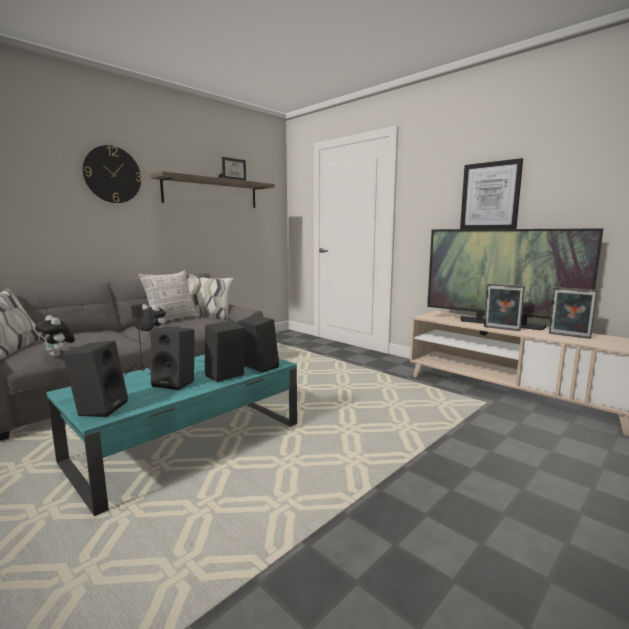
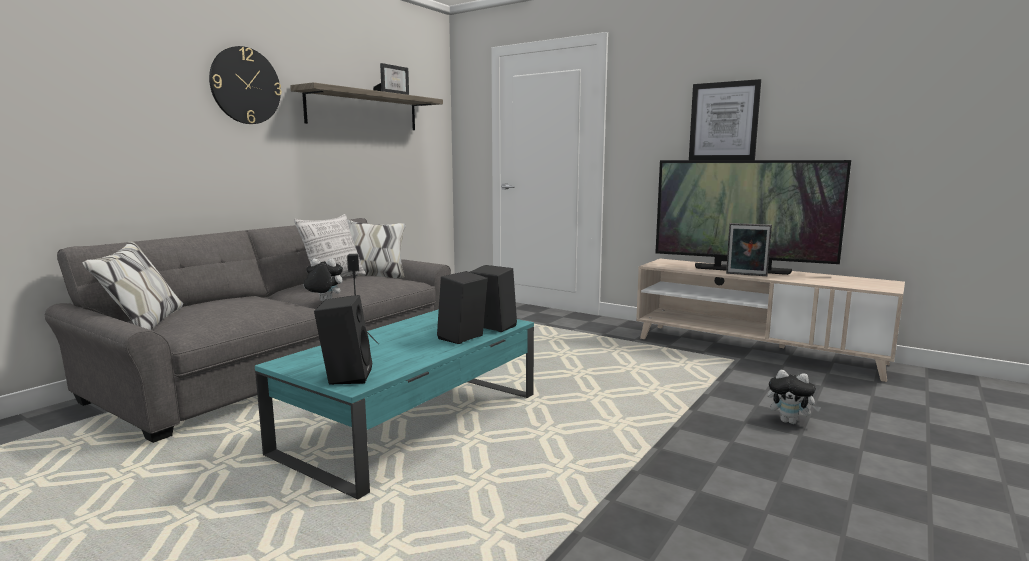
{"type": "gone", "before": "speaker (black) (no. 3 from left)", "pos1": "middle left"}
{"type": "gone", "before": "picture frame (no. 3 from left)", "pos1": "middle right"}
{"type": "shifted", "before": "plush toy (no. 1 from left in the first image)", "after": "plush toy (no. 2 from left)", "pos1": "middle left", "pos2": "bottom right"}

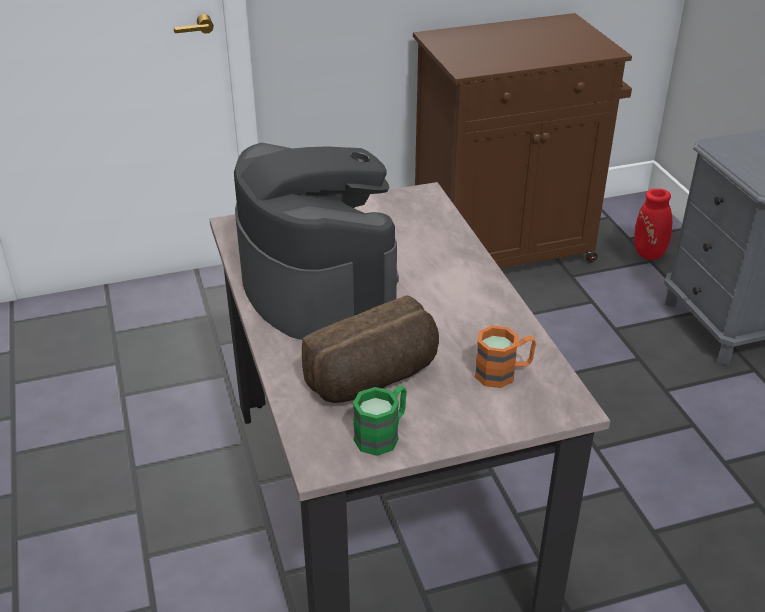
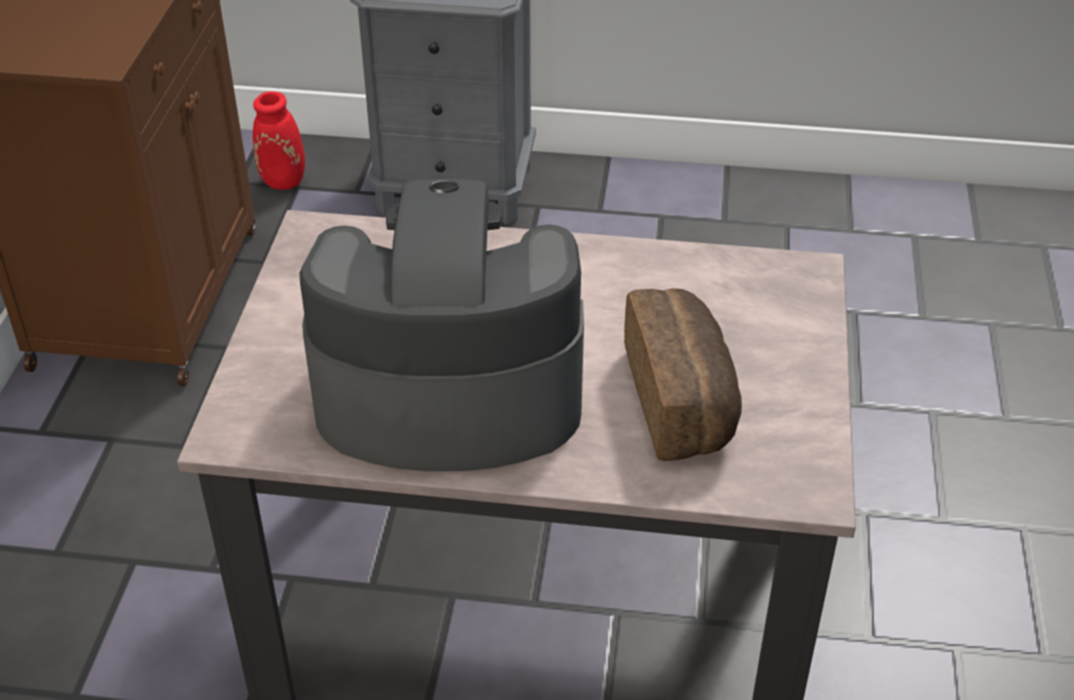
{"type": "gone", "before": "mug (green)", "pos1": "bottom centre"}
{"type": "gone", "before": "mug (orange)", "pos1": "centre"}

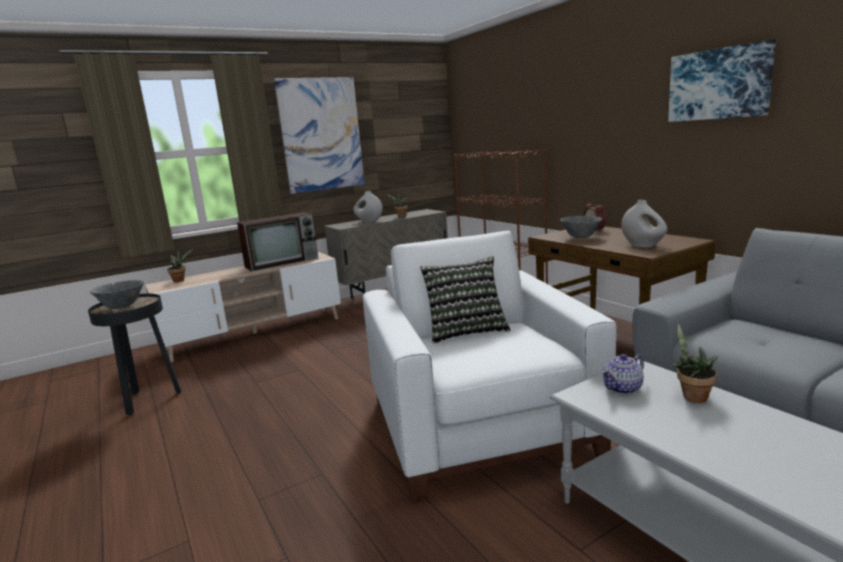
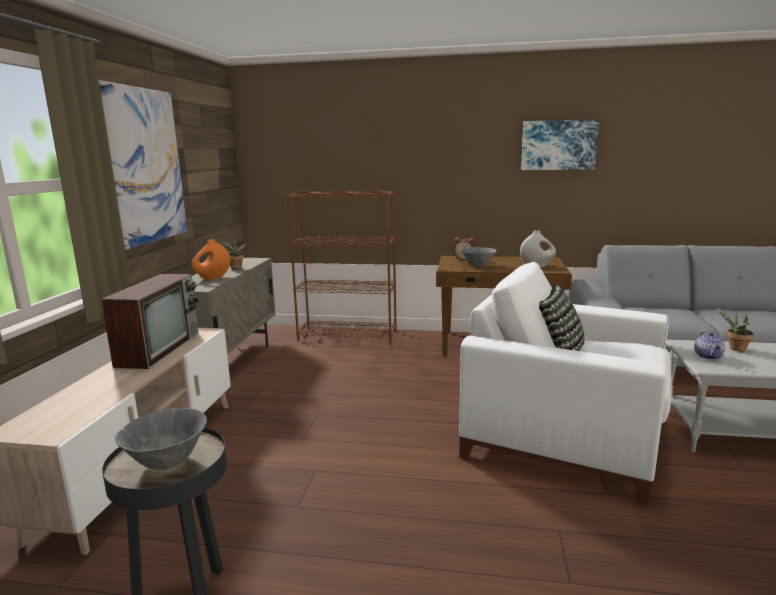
{"type": "gone", "before": "potted plant (no. 1 from left)", "pos1": "middle left"}
{"type": "repainted", "before": "vase (white) (no. 1 from left)", "after": "vase (orange)", "pos1": "centre", "pos2": "middle left"}

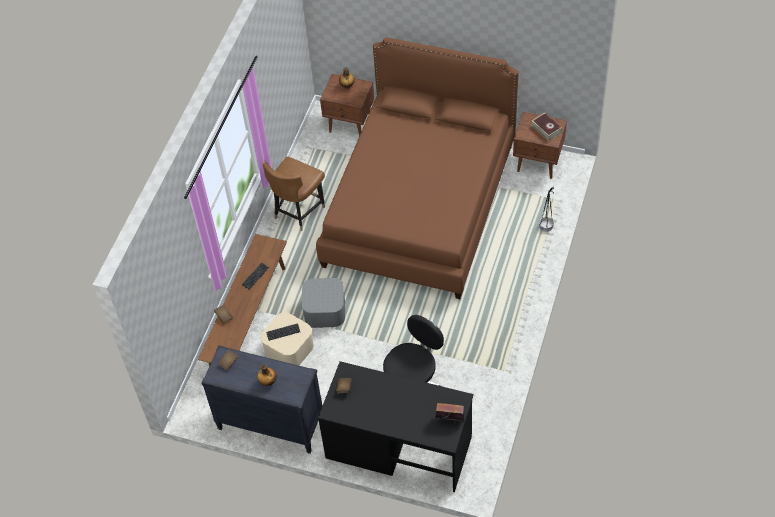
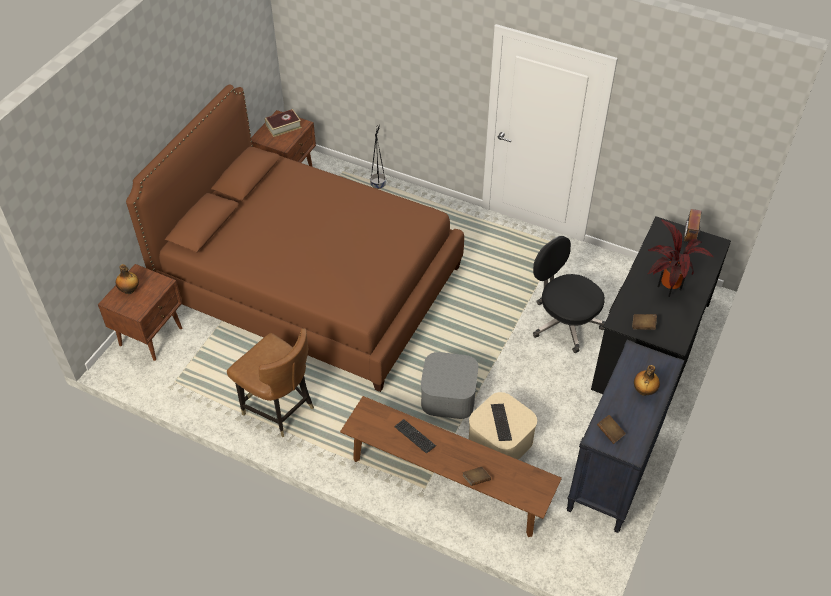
{"type": "new", "after": "potted plant", "pos2": "middle right"}

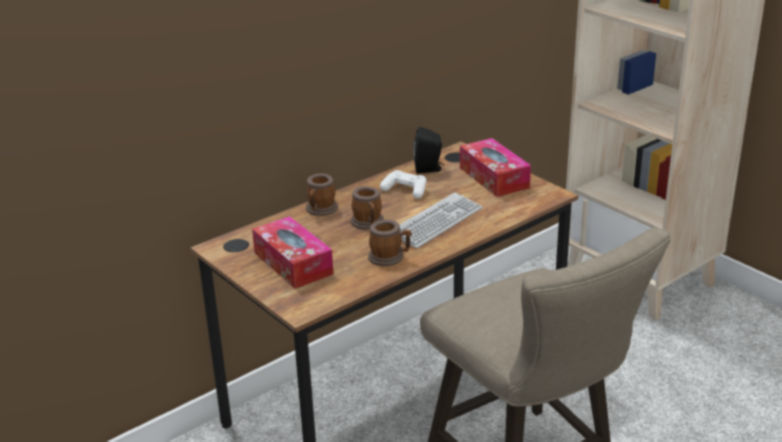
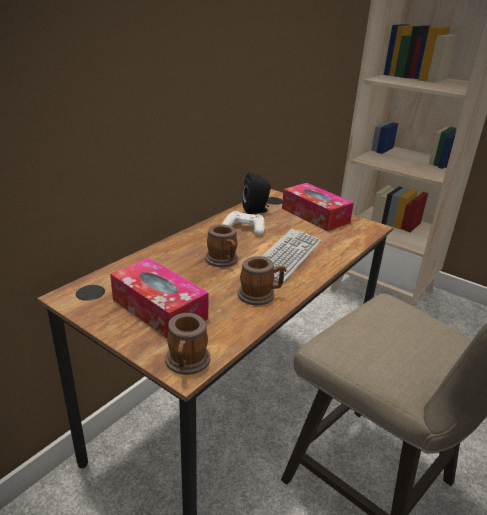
{"type": "shifted", "before": "mug (no. 1 from left)", "pos1": "centre", "pos2": "bottom centre"}

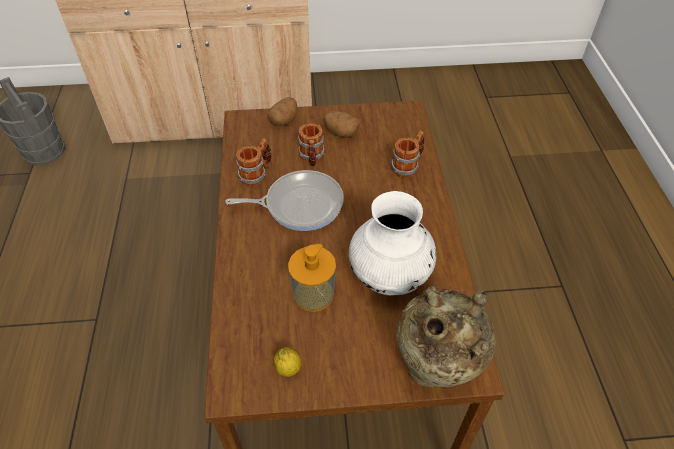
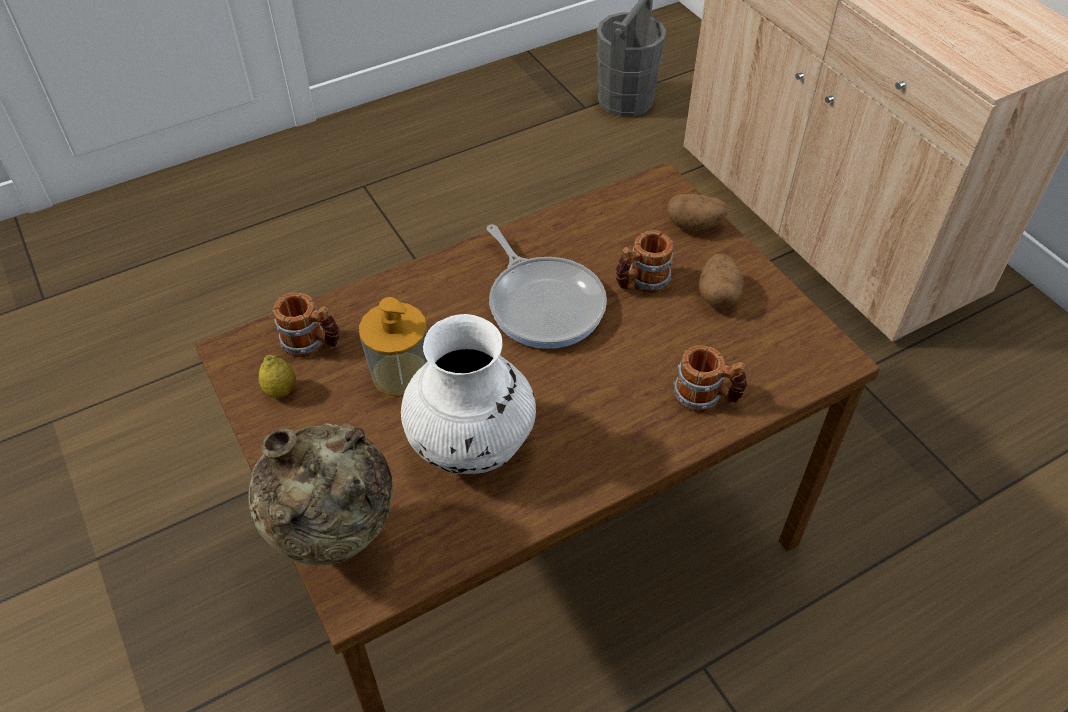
{"type": "shifted", "before": "mug (no. 1 from left)", "pos1": "centre", "pos2": "middle left"}

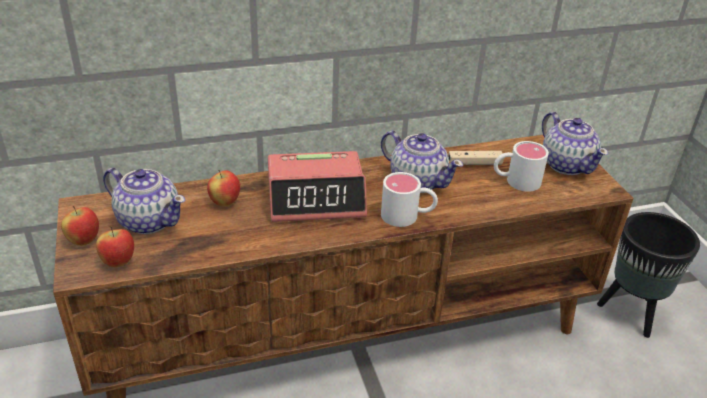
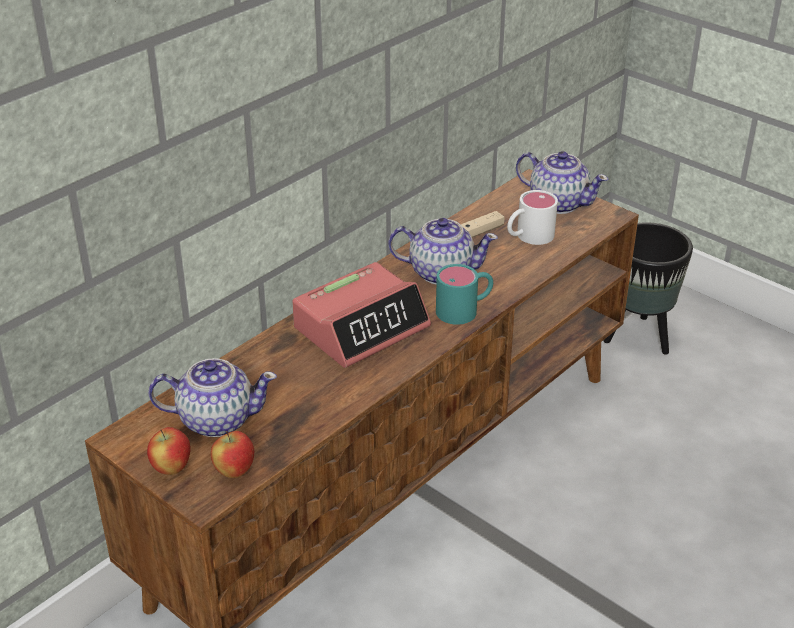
{"type": "gone", "before": "apple (no. 3 from left)", "pos1": "middle left"}
{"type": "repainted", "before": "mug (white) (no. 1 from left)", "after": "mug (turquoise)", "pos1": "centre", "pos2": "centre"}

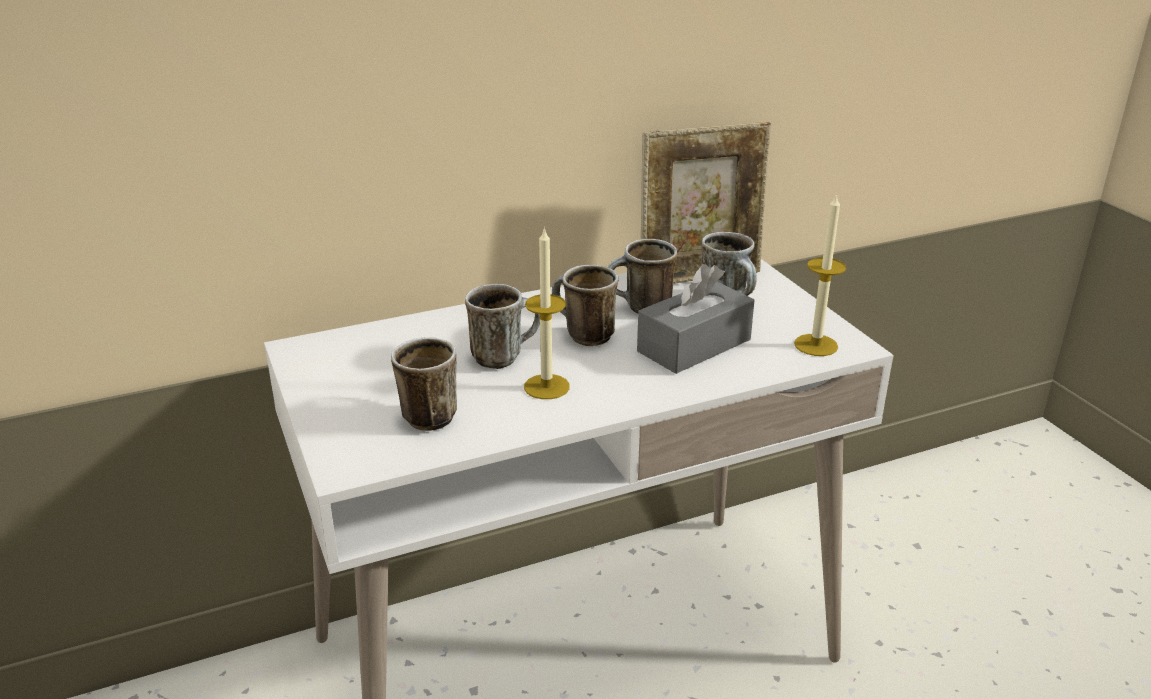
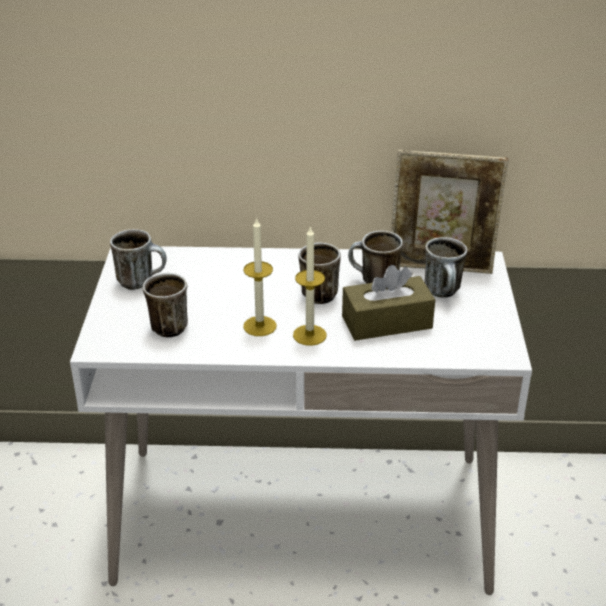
{"type": "shifted", "before": "mug (no. 2 from left in the first image)", "after": "mug (no. 1 from left)", "pos1": "centre", "pos2": "middle left"}
{"type": "shifted", "before": "candle (no. 2 from left)", "pos1": "middle right", "pos2": "centre"}
{"type": "repainted", "before": "tissue box (grey)", "after": "tissue box (brown)", "pos1": "centre", "pos2": "centre"}

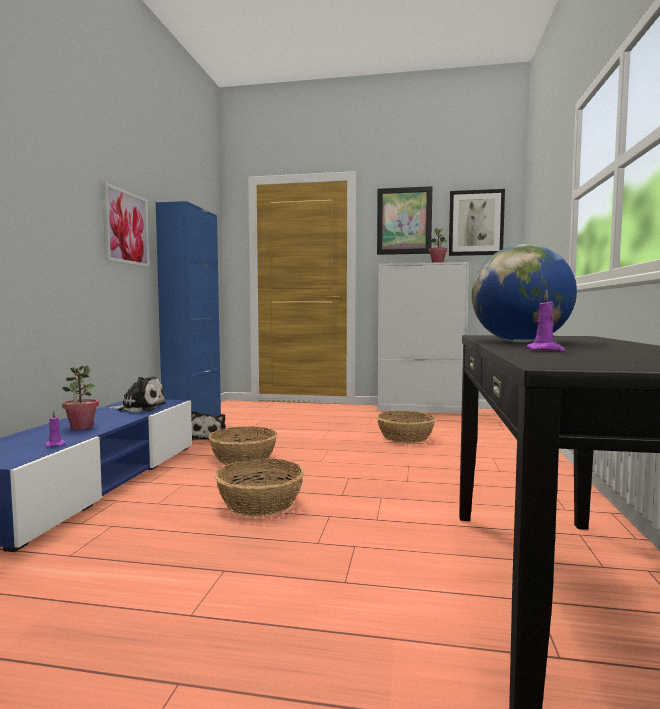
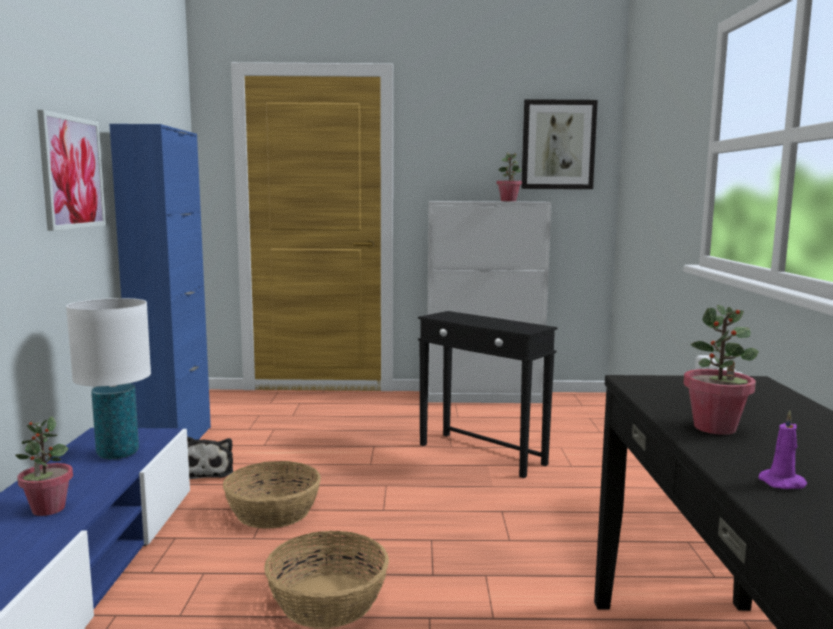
{"type": "gone", "before": "candle (purple) (no. 1 from left)", "pos1": "middle left"}
{"type": "gone", "before": "picture (no. 2 from left)", "pos1": "top centre"}
{"type": "swapped", "before": "plush toy (no. 1 from left)", "after": "table lamp (white)", "pos1": "middle left", "pos2": "middle left"}
{"type": "swapped", "before": "basket (no. 3 from left)", "after": "side table (black)", "pos1": "centre", "pos2": "centre"}
{"type": "swapped", "before": "globe", "after": "potted plant (no. 3 from left)", "pos1": "middle right", "pos2": "middle right"}

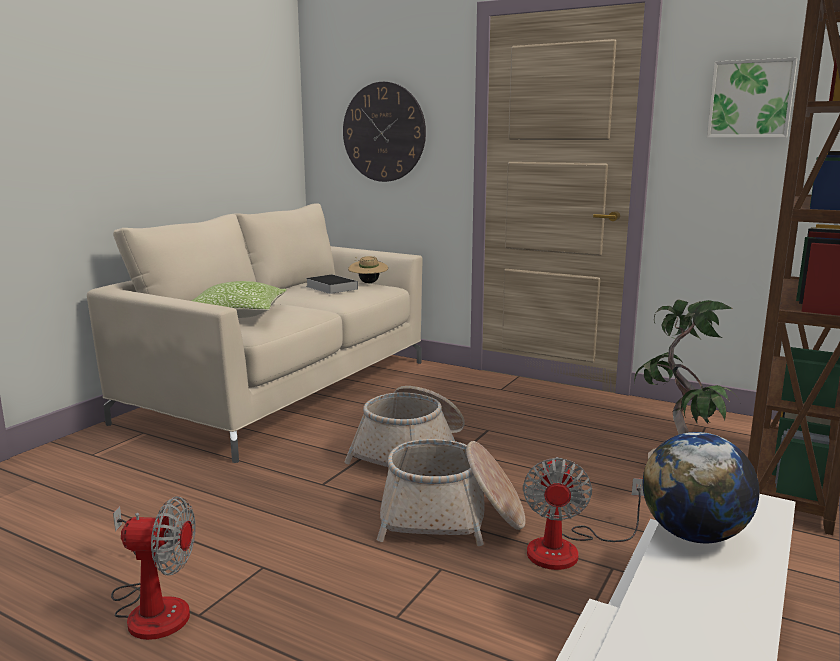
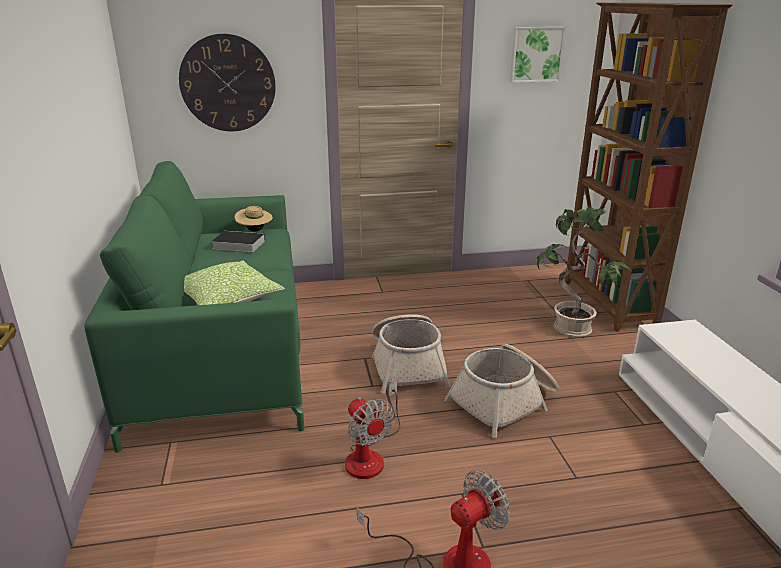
{"type": "gone", "before": "globe", "pos1": "bottom right"}
{"type": "shifted", "before": "fan (no. 2 from left in the first image)", "after": "fan (no. 1 from left)", "pos1": "bottom right", "pos2": "bottom centre"}
{"type": "repainted", "before": "sofa (beige)", "after": "sofa (green)", "pos1": "middle left", "pos2": "middle left"}

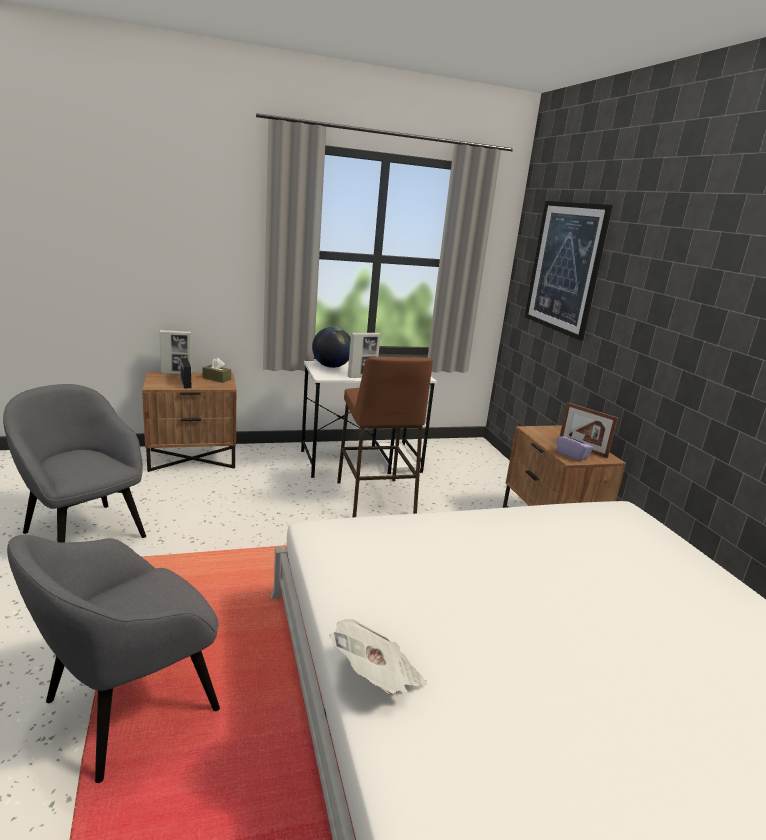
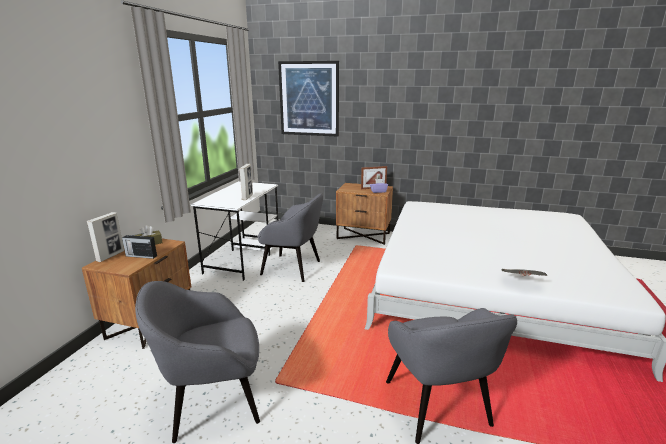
{"type": "gone", "before": "globe", "pos1": "centre"}
{"type": "swapped", "before": "stool (brown)", "after": "armchair (grey) (no. 2 from left)", "pos1": "centre", "pos2": "centre"}

